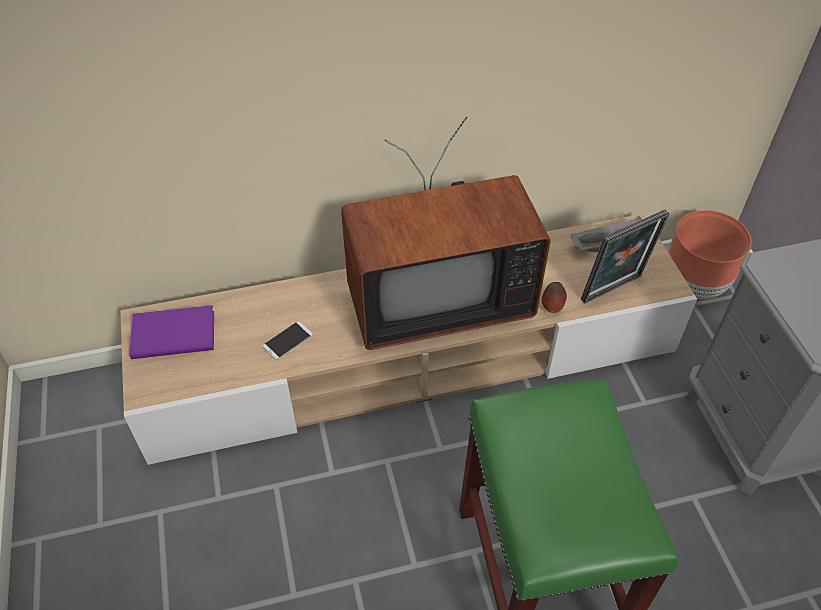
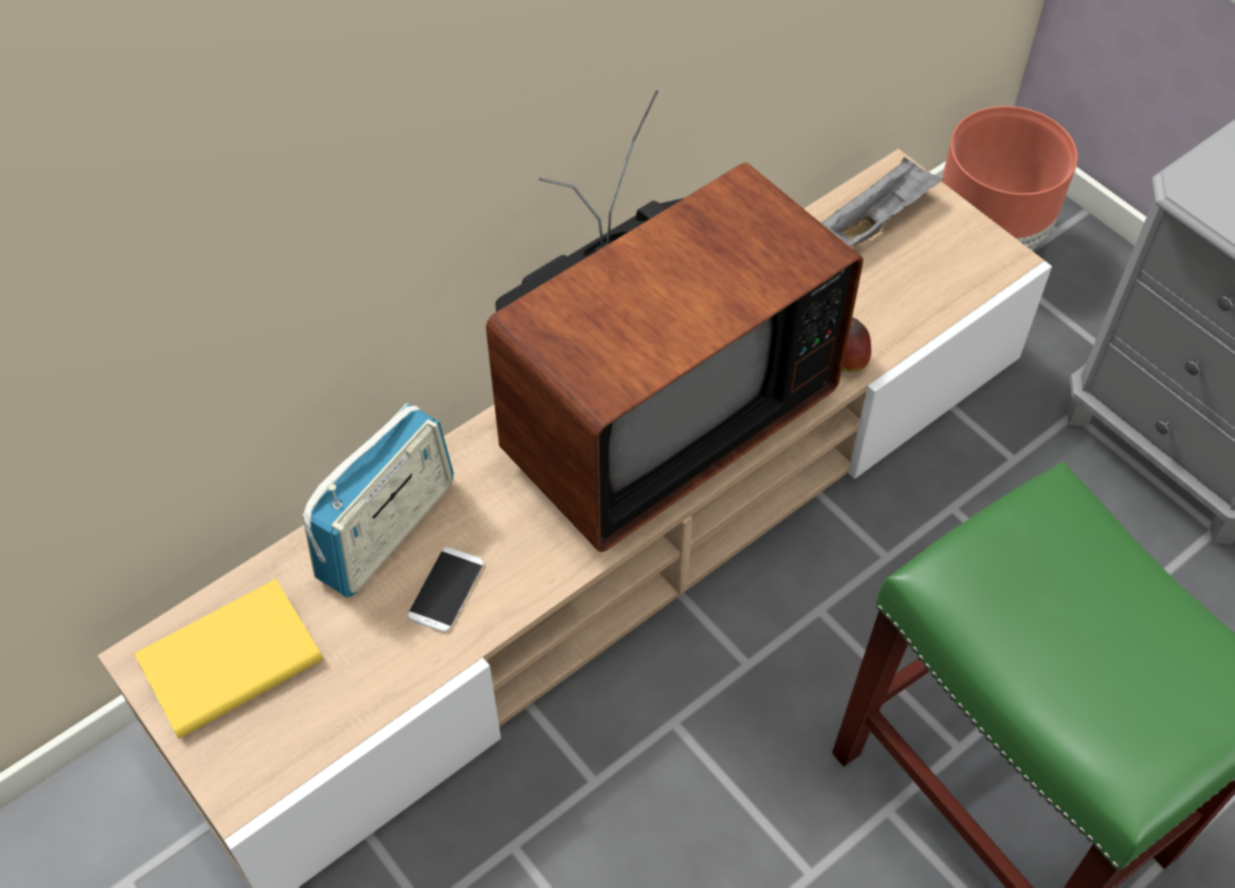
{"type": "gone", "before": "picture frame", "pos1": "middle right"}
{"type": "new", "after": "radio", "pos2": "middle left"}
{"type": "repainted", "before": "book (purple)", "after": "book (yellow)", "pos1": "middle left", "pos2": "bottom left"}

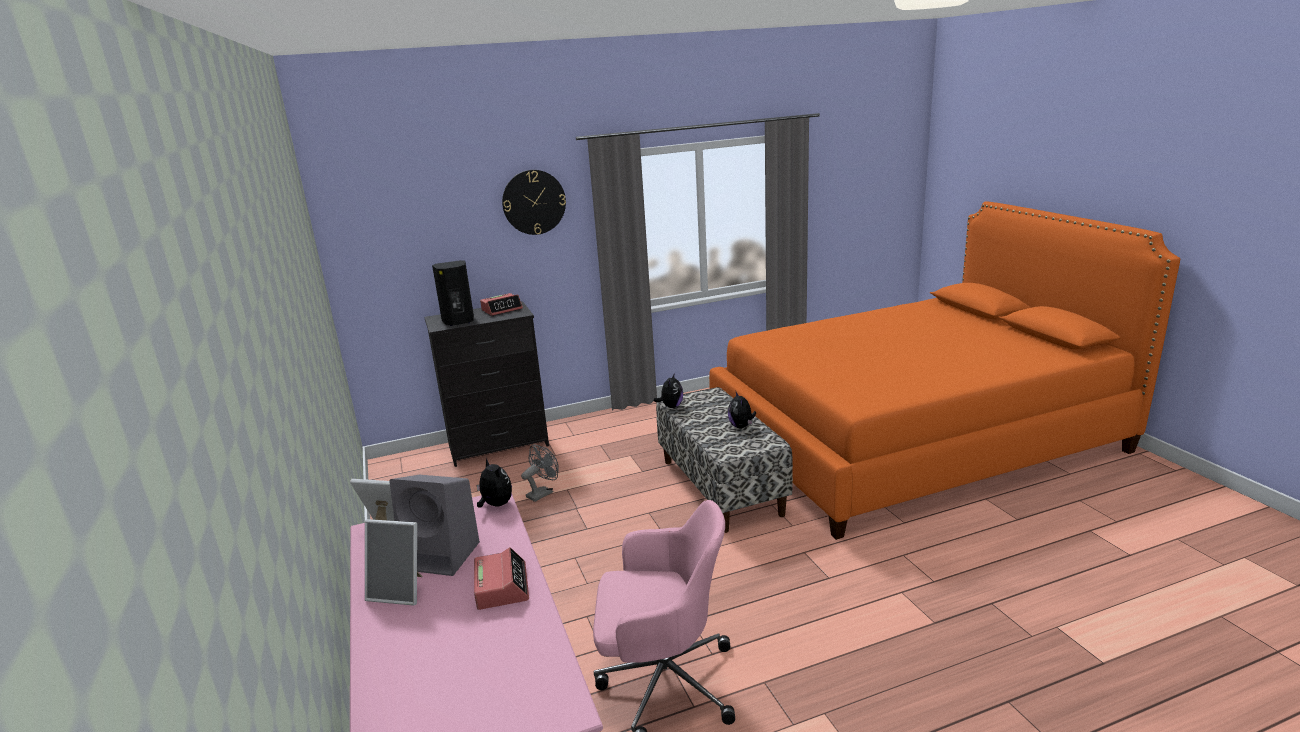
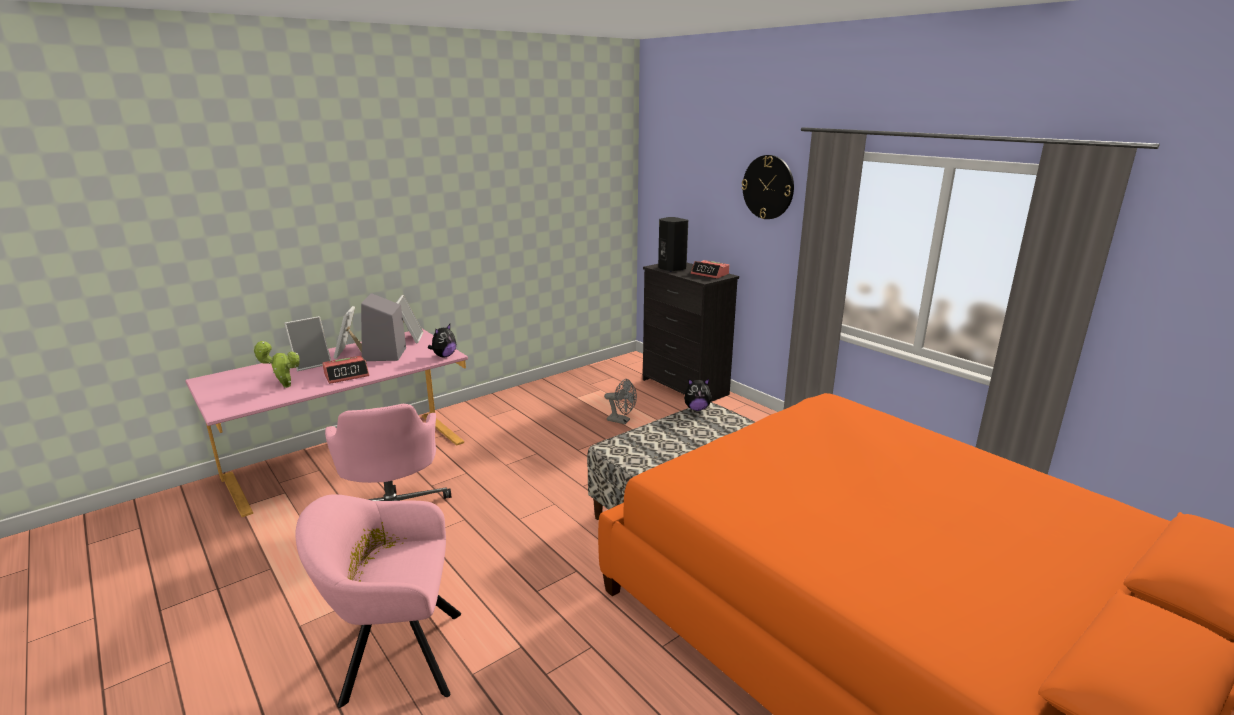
{"type": "gone", "before": "plush toy (no. 3 from left)", "pos1": "centre"}
{"type": "new", "after": "potted plant", "pos2": "middle left"}
{"type": "new", "after": "picture frame (no. 1 from left)", "pos2": "middle left"}
{"type": "new", "after": "armchair (pink)", "pos2": "bottom left"}

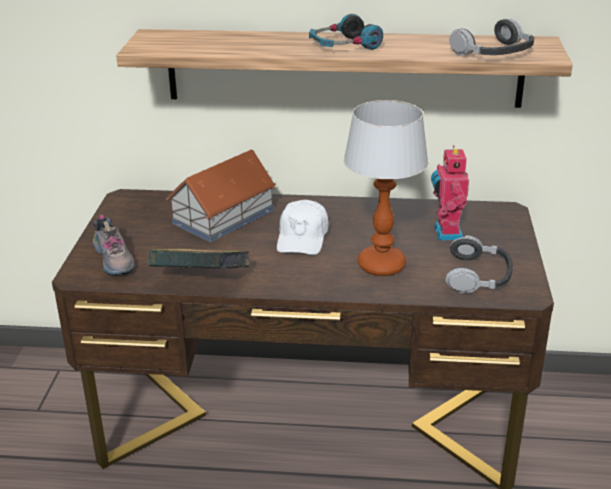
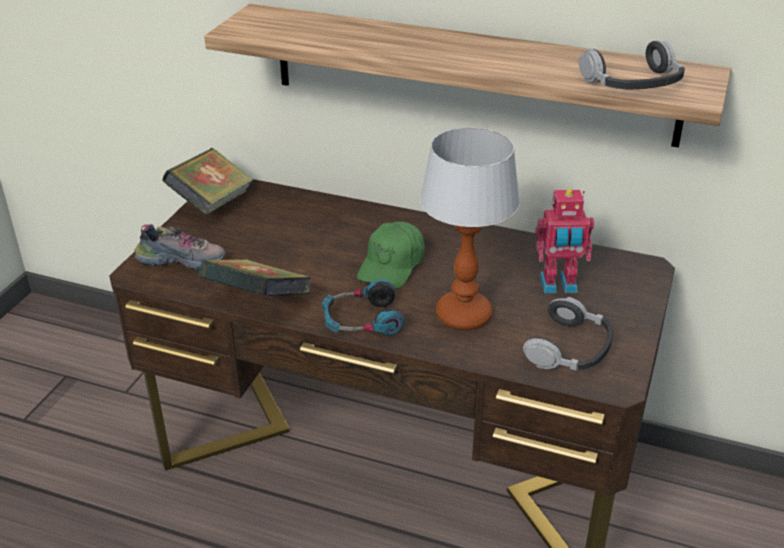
{"type": "gone", "before": "toy house", "pos1": "centre"}
{"type": "new", "after": "book (no. 1 from left)", "pos2": "top left"}
{"type": "shifted", "before": "headphones (no. 1 from left)", "pos1": "top centre", "pos2": "centre"}
{"type": "repainted", "before": "cap (white)", "after": "cap (green)", "pos1": "centre", "pos2": "centre"}
{"type": "rotated", "before": "shoe", "pos1": "middle left", "pos2": "middle left", "turn": -75}
{"type": "rotated", "before": "toy robot", "pos1": "middle right", "pos2": "middle right", "turn": -105}

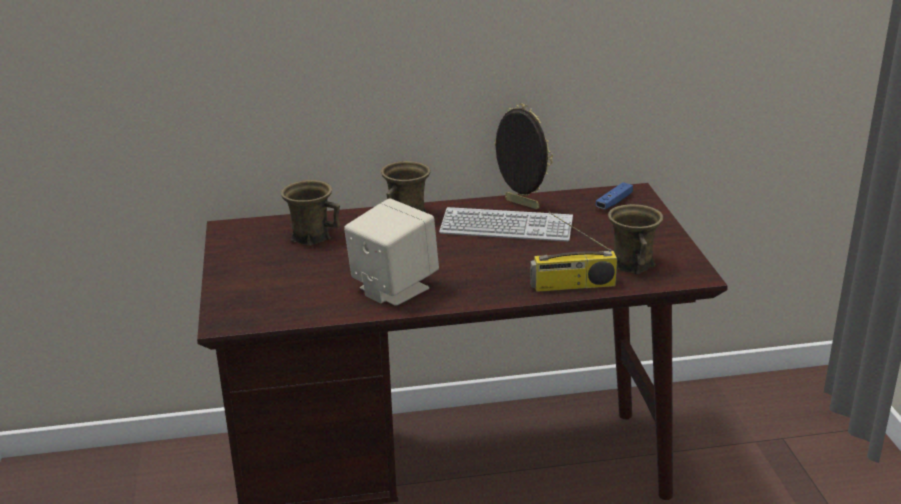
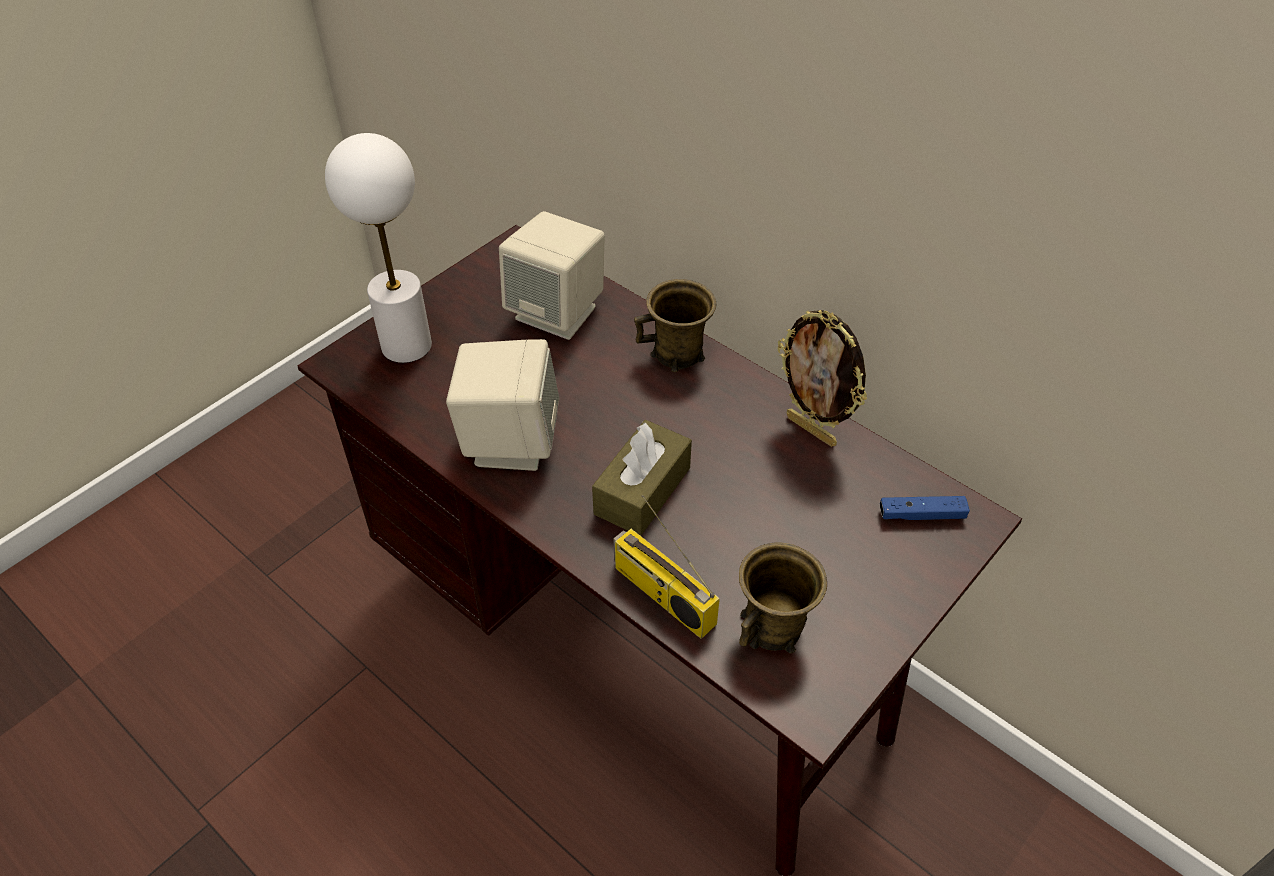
{"type": "gone", "before": "keyboard", "pos1": "centre"}
{"type": "new", "after": "table lamp (white)", "pos2": "top left"}
{"type": "new", "after": "tissue box (brown)", "pos2": "centre"}
{"type": "swapped", "before": "mug (brown) (no. 1 from left)", "after": "speaker (beige) (no. 2 from left)", "pos1": "centre", "pos2": "top centre"}
{"type": "rotated", "before": "picture frame", "pos1": "top centre", "pos2": "centre", "turn": 135}

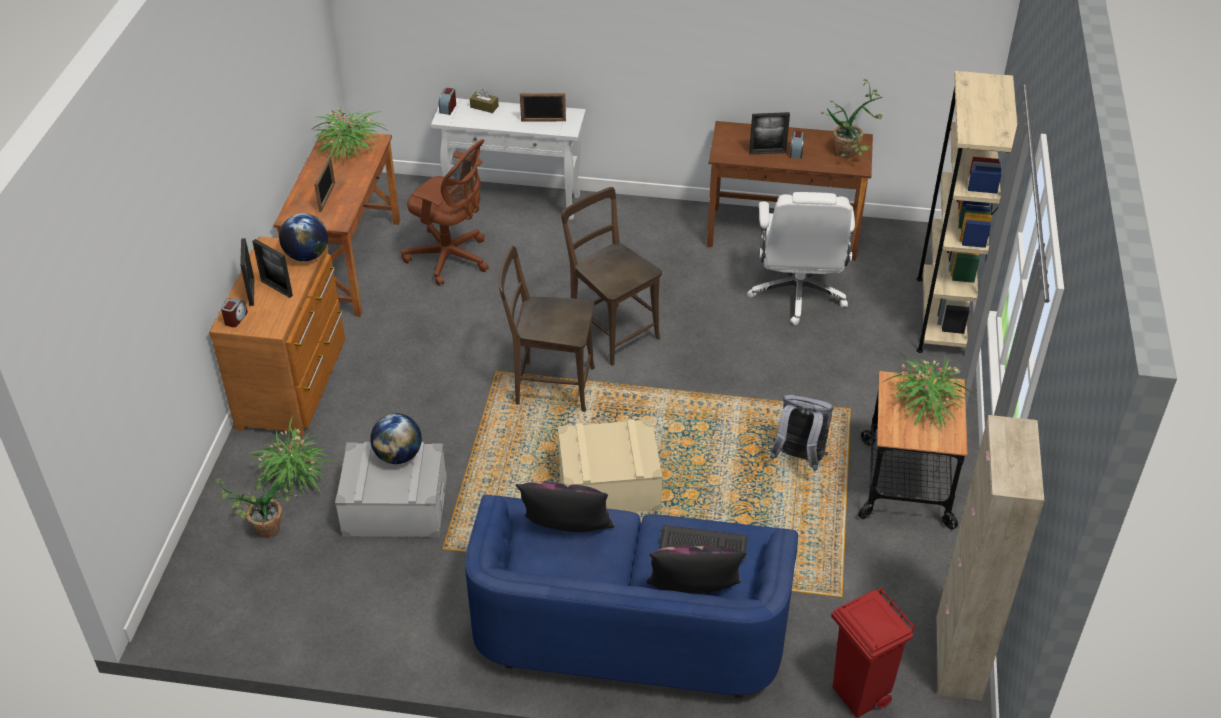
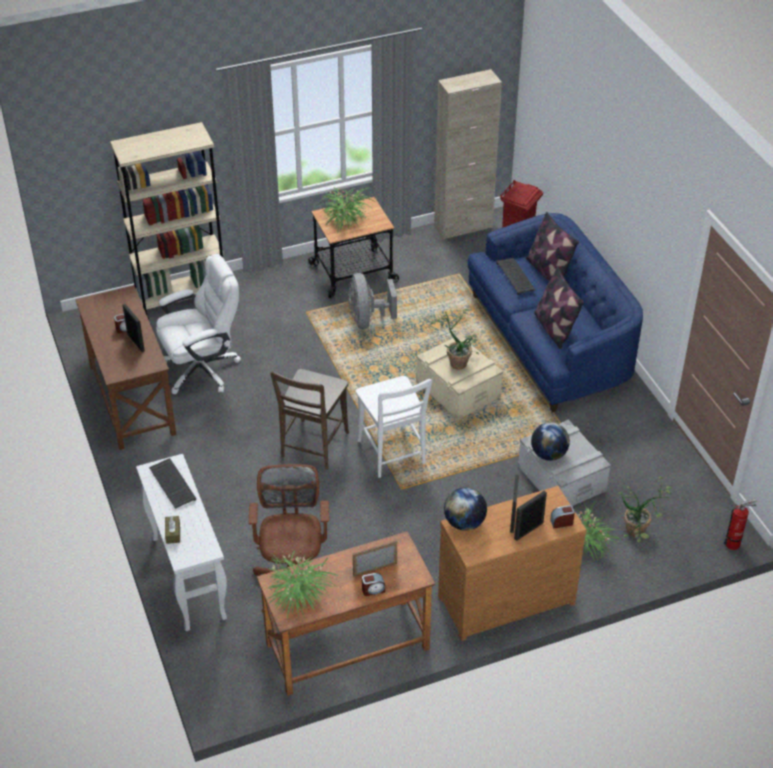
{"type": "new", "after": "fire extinguisher", "pos2": "bottom right"}
{"type": "shifted", "before": "alarm clock (no. 2 from left)", "pos1": "top centre", "pos2": "bottom centre"}
{"type": "shifted", "before": "potted plant (no. 4 from left in the first image)", "after": "potted plant (no. 3 from left)", "pos1": "top right", "pos2": "centre"}
{"type": "swapped", "before": "picture frame (no. 4 from left)", "after": "keyboard (no. 1 from left)", "pos1": "top centre", "pos2": "middle left"}
{"type": "swapped", "before": "backpack (grey)", "after": "fan (grey)", "pos1": "centre", "pos2": "centre"}
{"type": "repainted", "before": "chair (brown) (no. 1 from left)", "after": "chair (white)", "pos1": "centre", "pos2": "centre"}

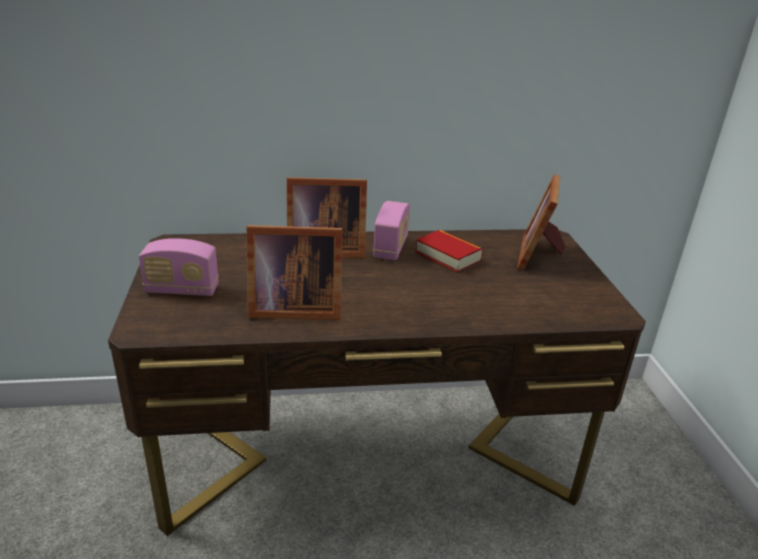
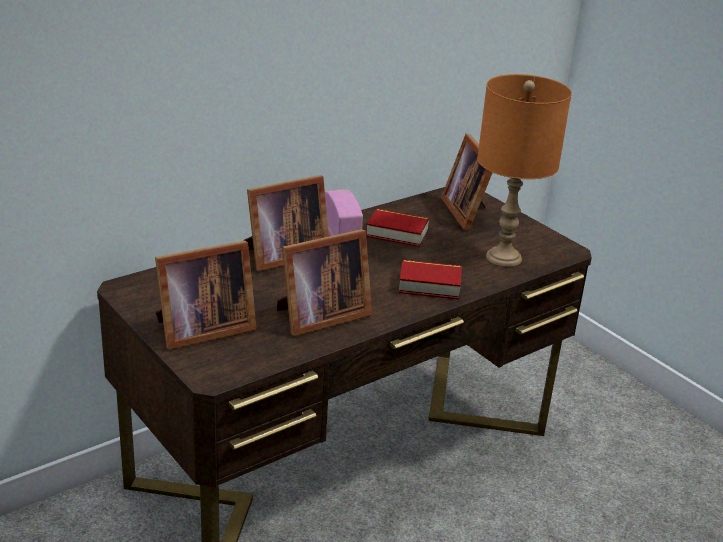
{"type": "new", "after": "book (no. 2 from left)", "pos2": "centre"}
{"type": "new", "after": "table lamp (orange)", "pos2": "top right"}
{"type": "swapped", "before": "radio (no. 1 from left)", "after": "picture frame (no. 1 from left)", "pos1": "middle left", "pos2": "middle left"}

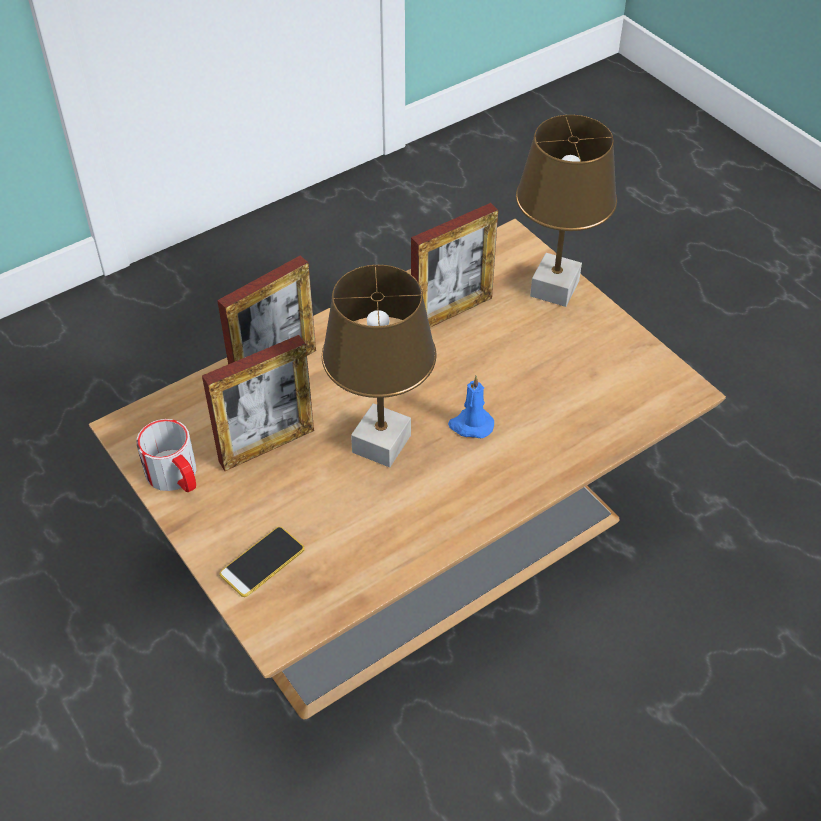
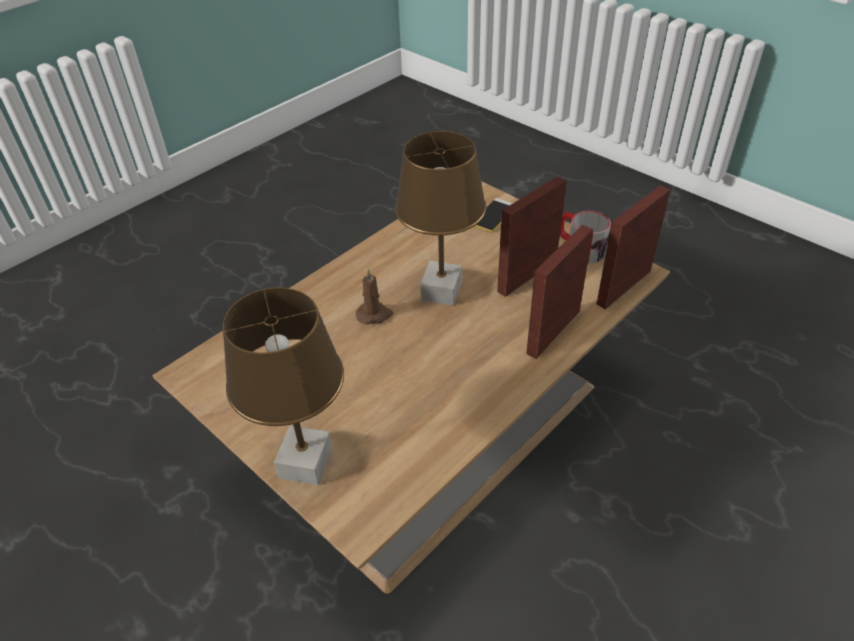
{"type": "shifted", "before": "picture frame (no. 3 from left)", "pos1": "top centre", "pos2": "middle right"}
{"type": "repainted", "before": "candle (blue)", "after": "candle (brown)", "pos1": "centre", "pos2": "centre"}

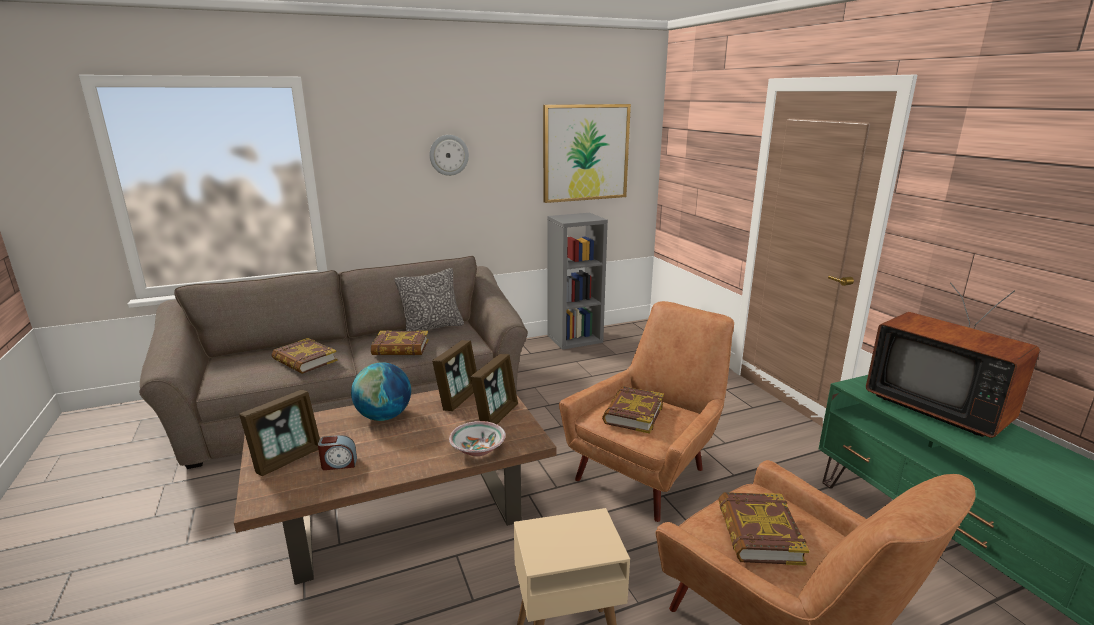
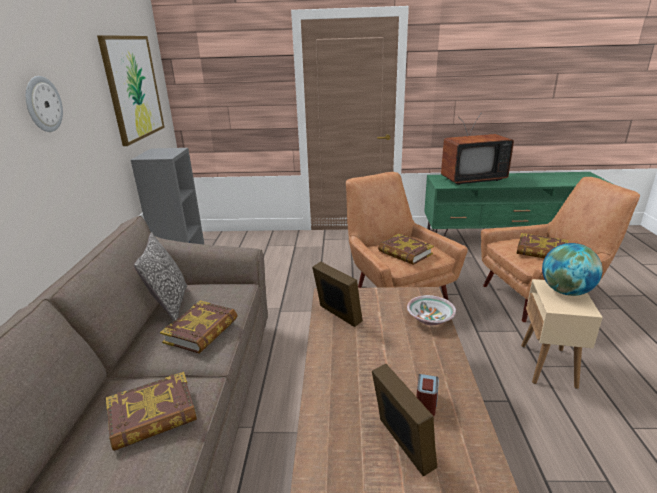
{"type": "gone", "before": "picture frame (no. 3 from left)", "pos1": "centre"}
{"type": "shifted", "before": "globe", "pos1": "centre", "pos2": "middle right"}

